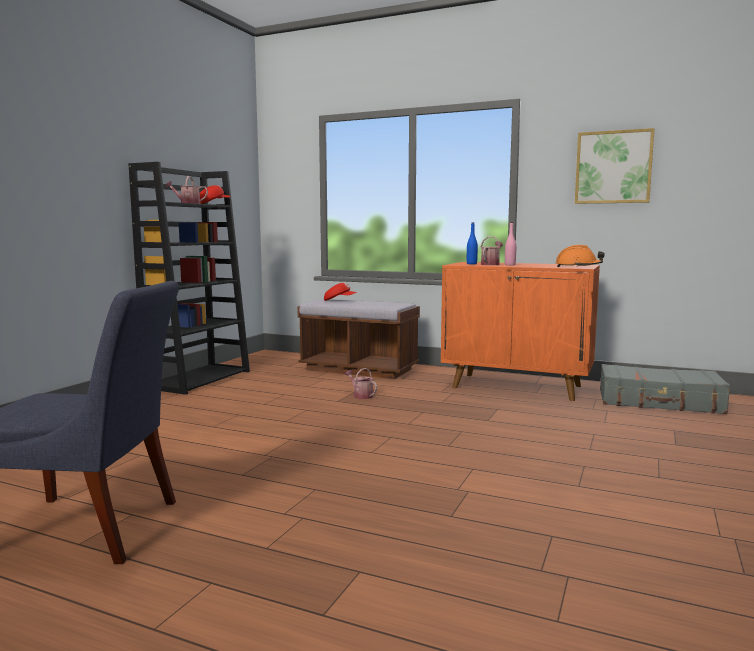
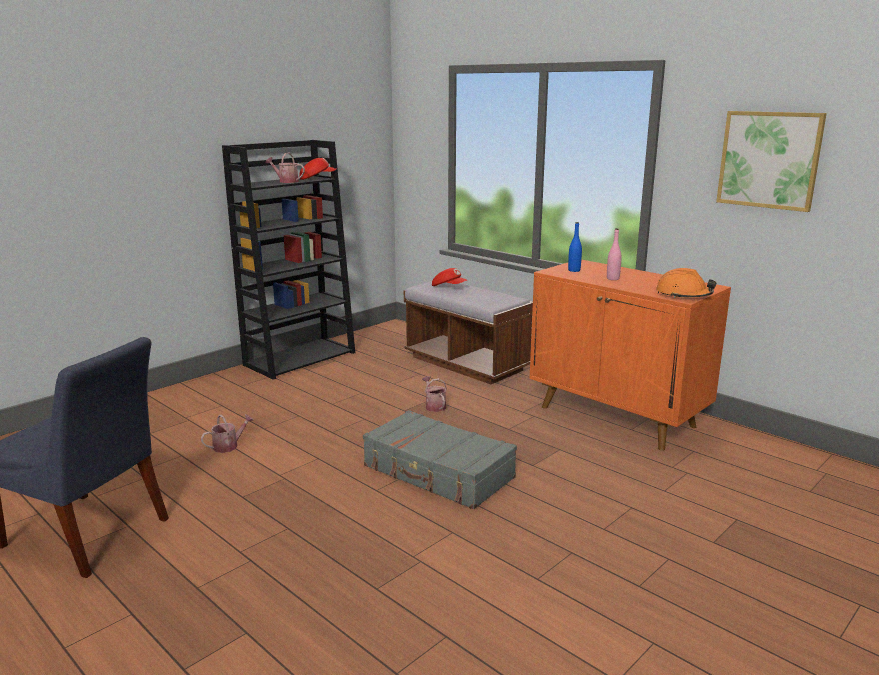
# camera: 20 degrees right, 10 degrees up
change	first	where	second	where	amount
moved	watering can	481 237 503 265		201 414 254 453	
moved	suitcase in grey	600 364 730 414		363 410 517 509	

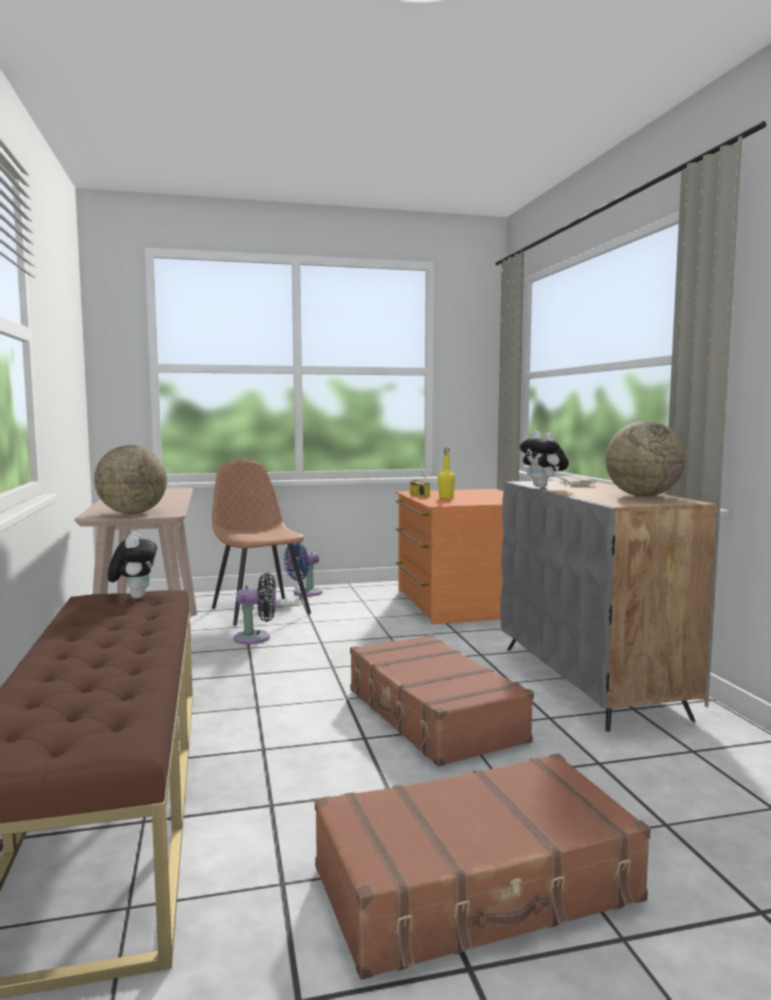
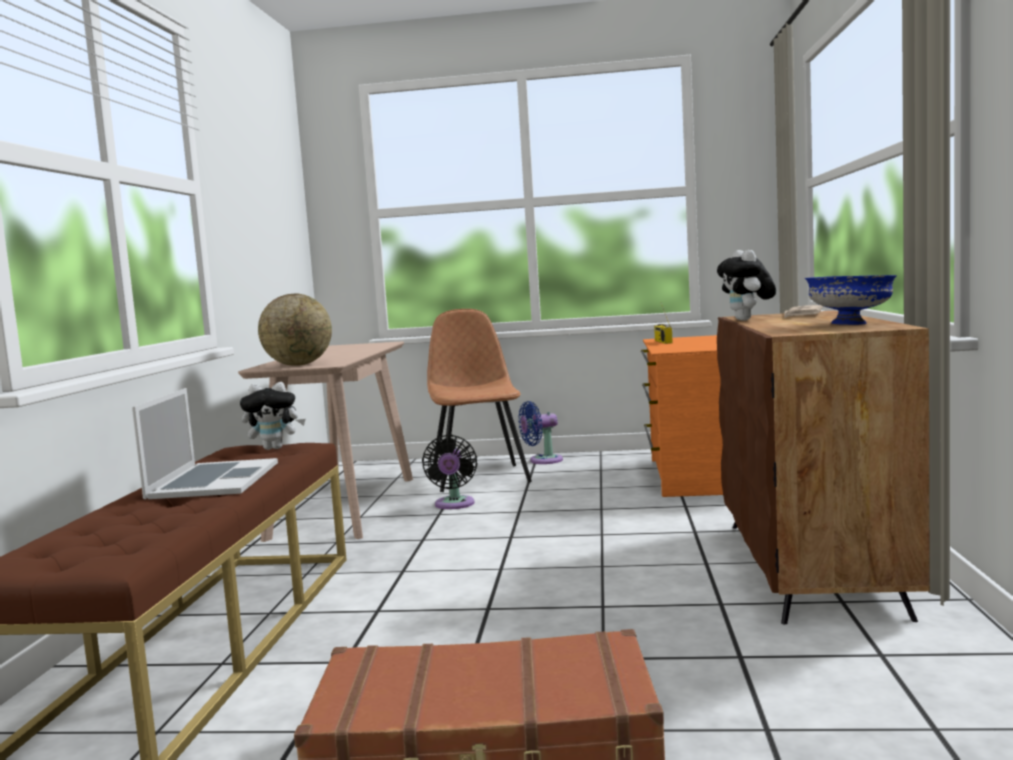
# camera: 20 degrees right, 0 degrees up
change	first	where	second	where	amount
replaced	globe	605 421 686 497	bowl in blue	805 275 897 325	
removed	bottle in yellow	438 448 455 498			
recoloured	cabinet in grey	500 480 716 732	cabinet in brown	717 311 930 624	
turned	plush toy	108 532 157 599		240 382 306 450	75 degrees clockwise
turned	fan in black	234 573 276 644		422 435 477 509	75 degrees clockwise
removed	suitcase in brown	350 634 534 767			
added			laptop	132 388 278 499	

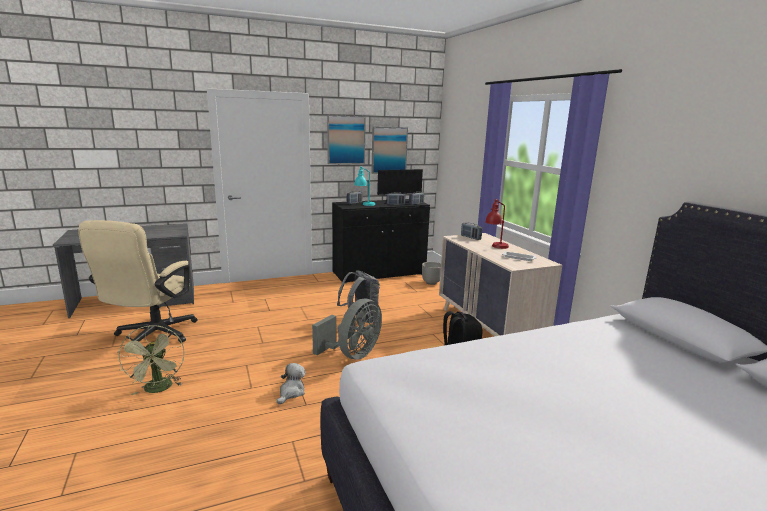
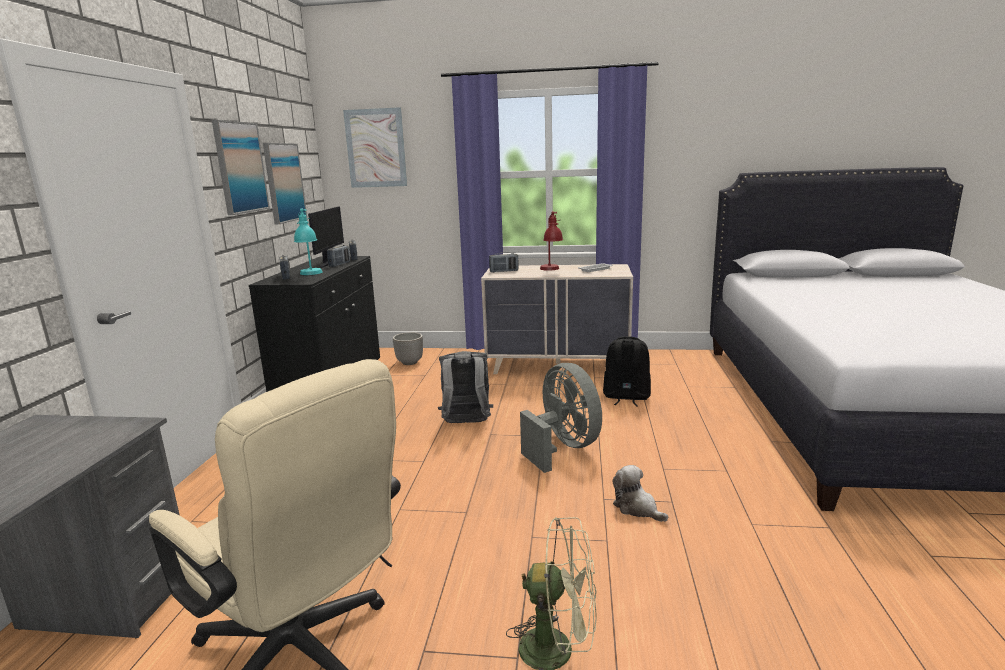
# camera: 60 degrees left, 0 degrees up
change	first	where	second	where	amount
added			picture	343 107 407 188	

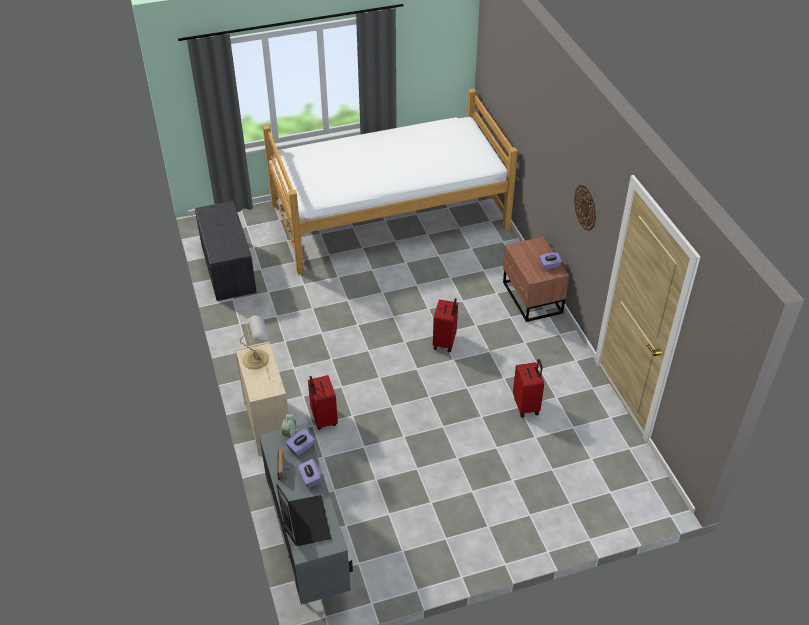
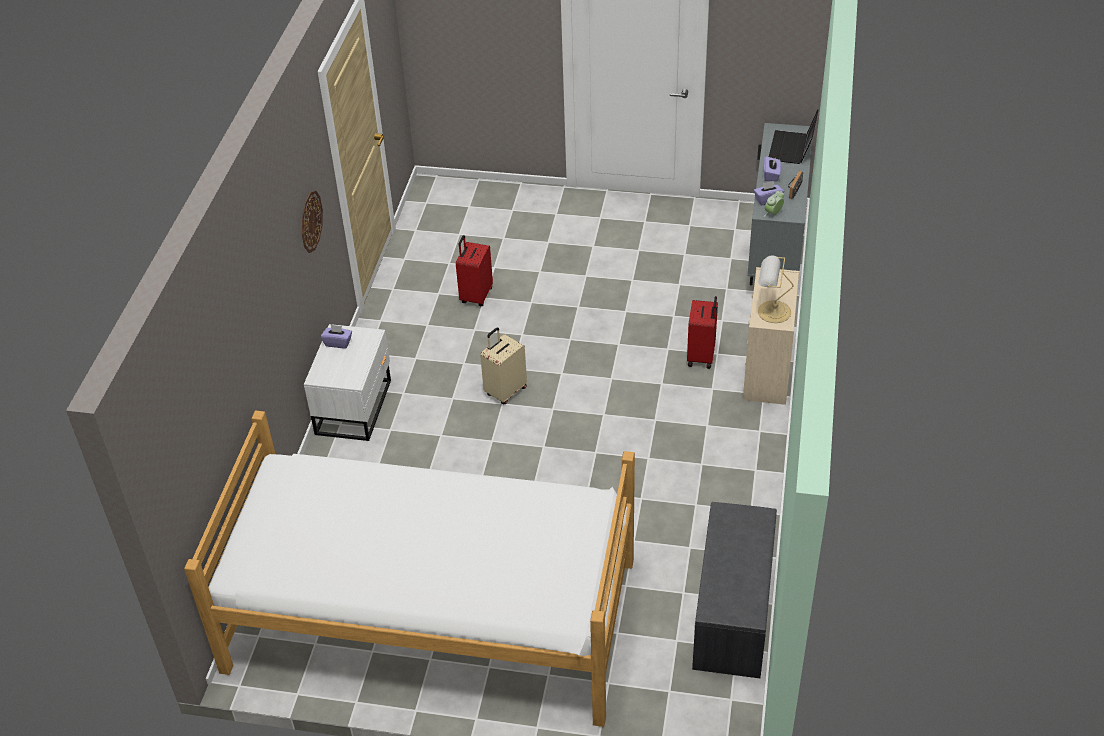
# camera: 150 degrees left, 0 degrees up
change	first	where	second	where	amount
recoloured	nightstand in brown	503 237 569 322	nightstand in white	304 324 391 441	
recoloured	suitcase in red	433 298 458 352	suitcase in beige	480 327 527 404	

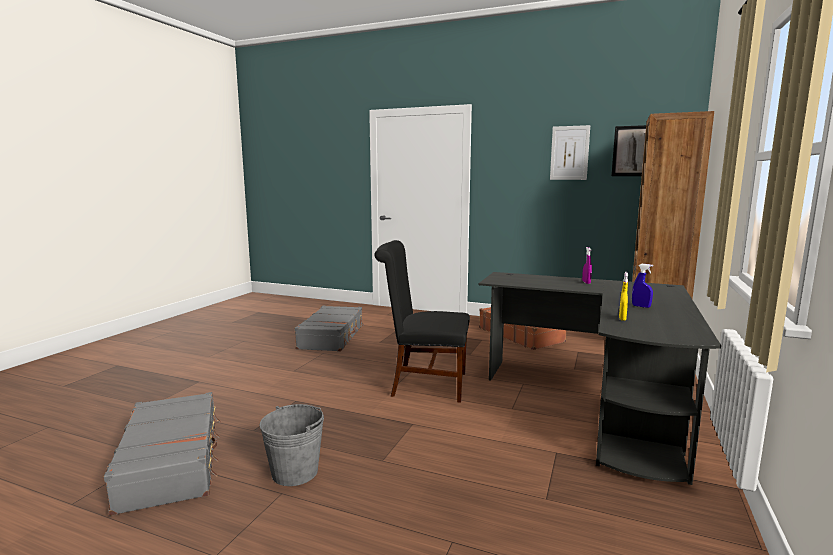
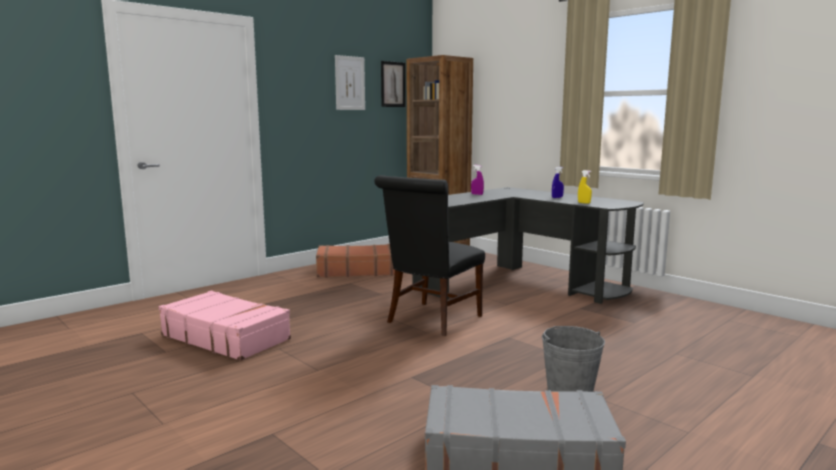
# camera: 65 degrees left, 0 degrees up
change	first	where	second	where	amount
recoloured	suitcase in grey	295 306 364 352	suitcase in pink	159 291 291 361	

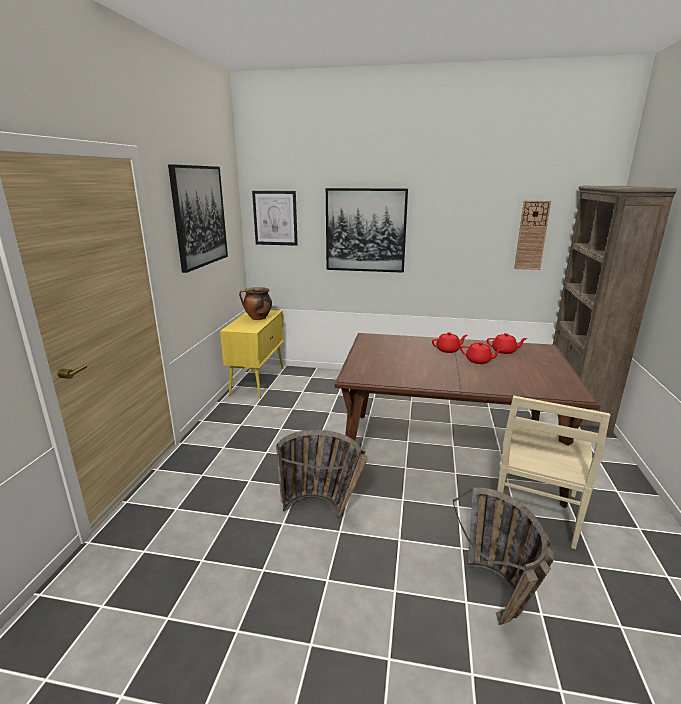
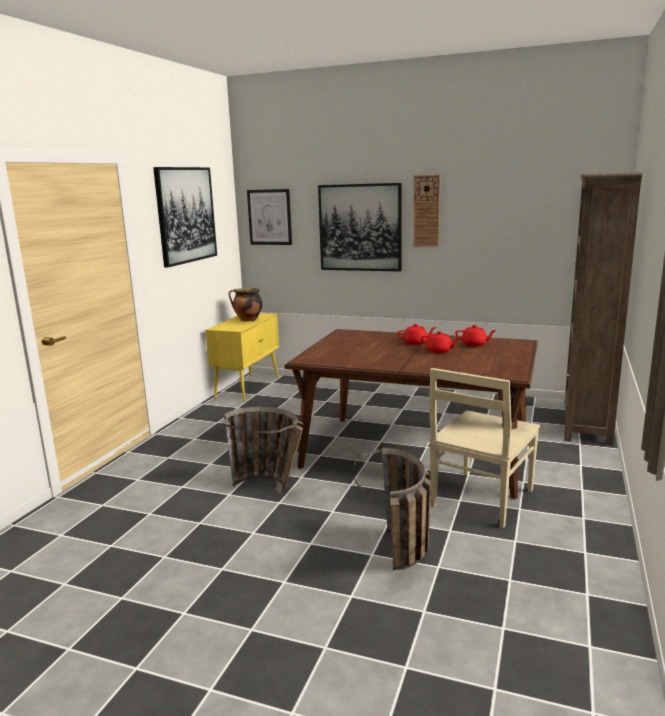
# camera: 10 degrees right, 5 degrees down
change	first	where	second	where	amount
moved	wall clock	514 201 551 270		413 175 440 247	

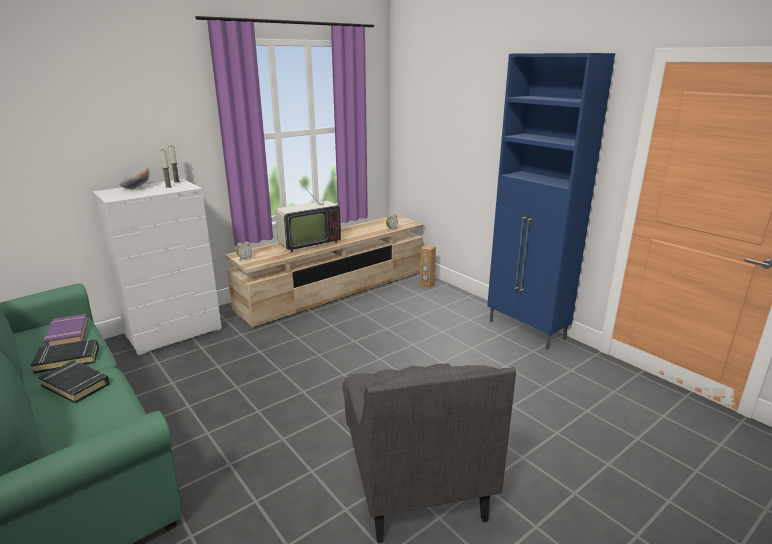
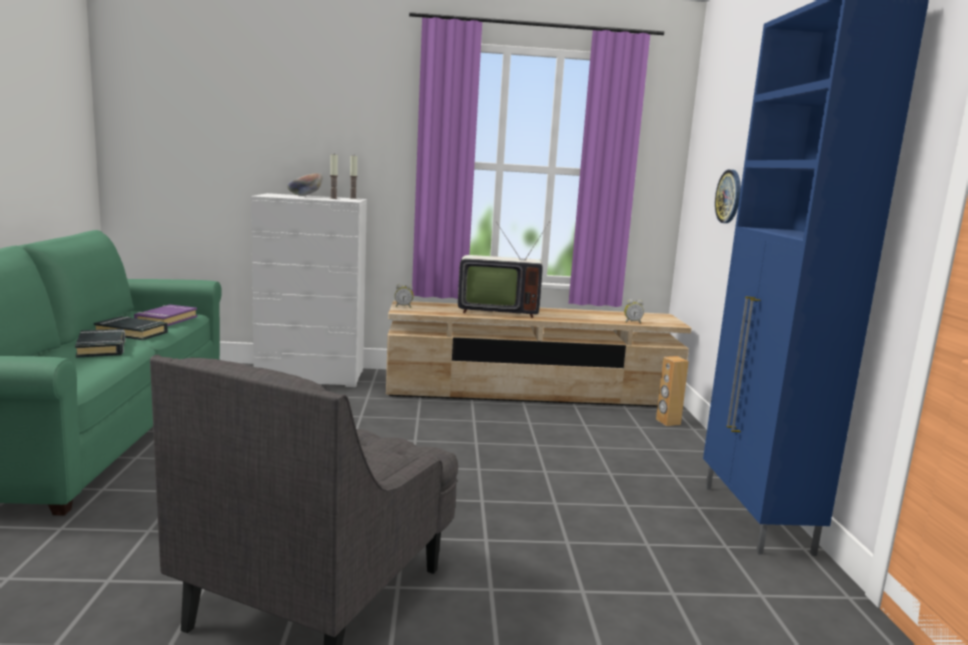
# camera: 35 degrees right, 10 degrees down
change	first	where	second	where	amount
added			wall clock	715 170 741 223	

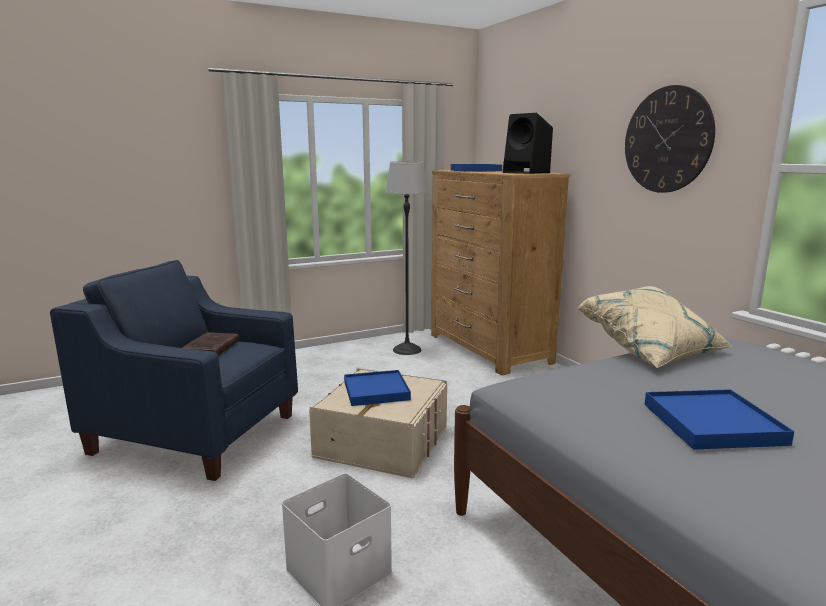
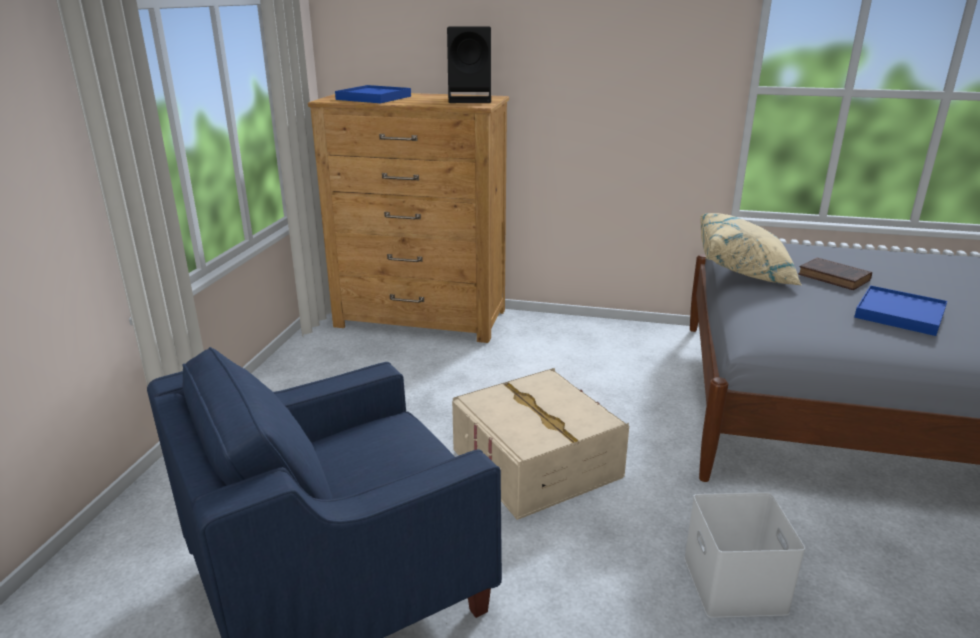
# camera: 50 degrees left, 10 degrees up
change	first	where	second	where	amount
removed	wall clock	625 85 715 193			
removed	floor lamp	385 162 428 355			
moved	book in brown	182 332 239 356		798 257 872 290	
removed	tray in blue	344 370 411 406			

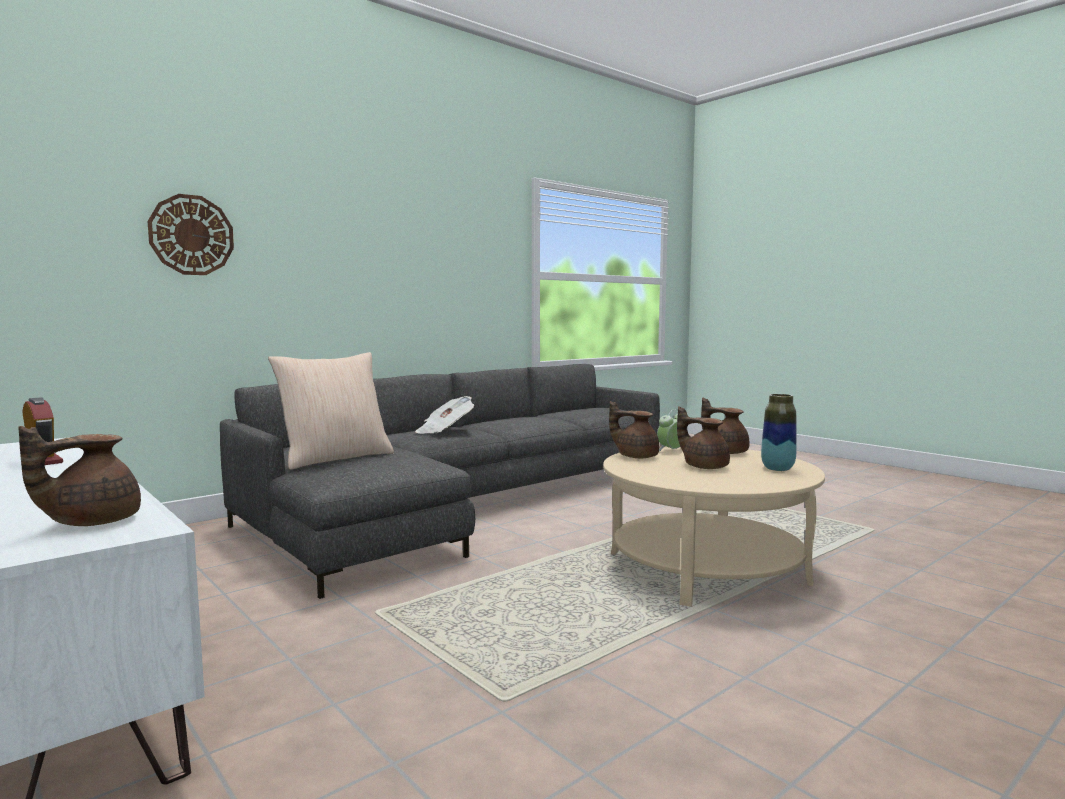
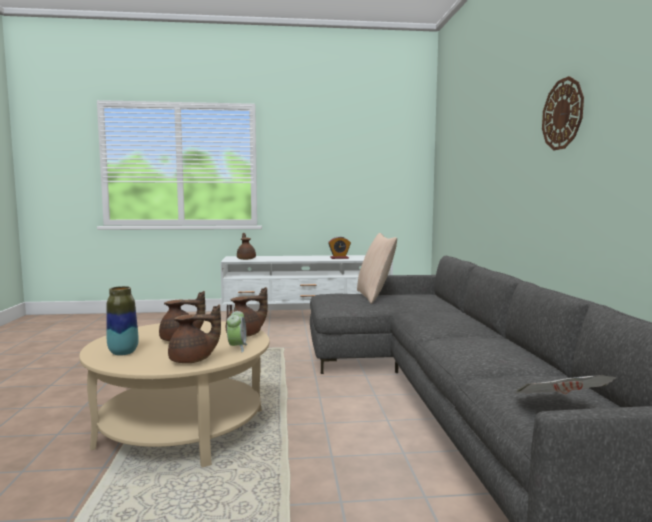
# camera: 125 degrees right, 0 degrees up
change	first	where	second	where	amount
moved	wall clock	148 194 234 275		542 76 584 150	
moved	newspaper	415 396 474 434		514 375 616 395	

